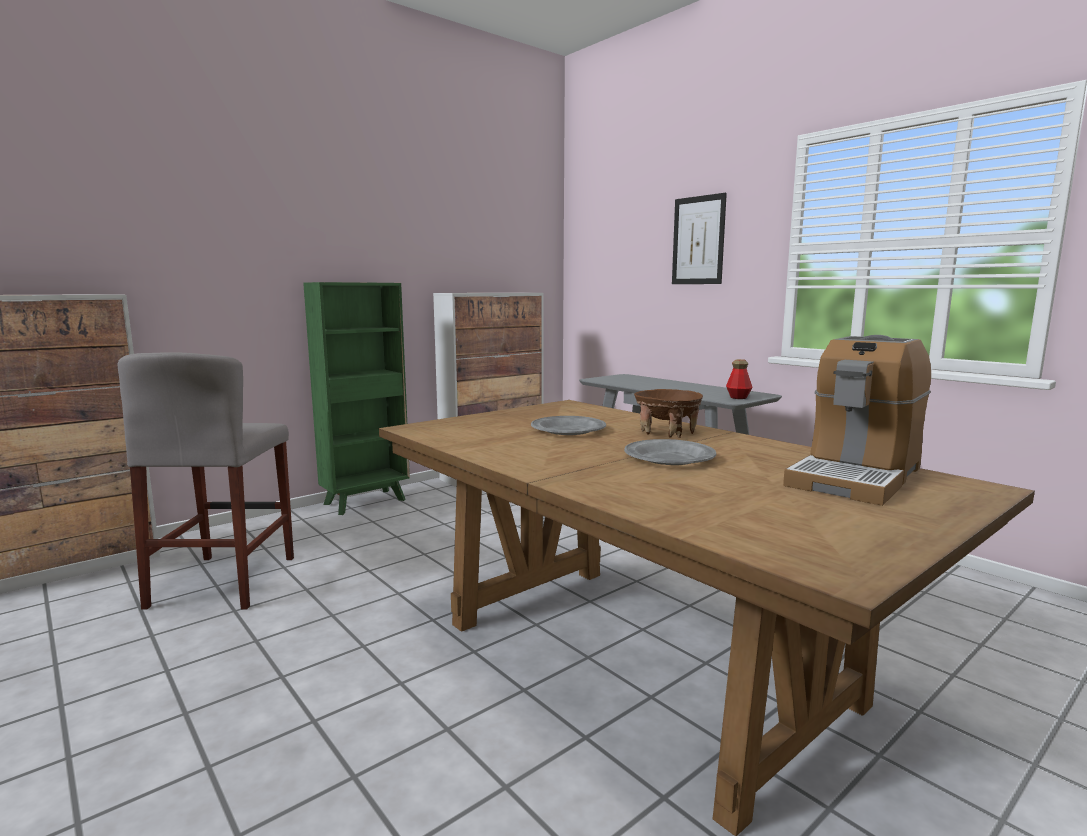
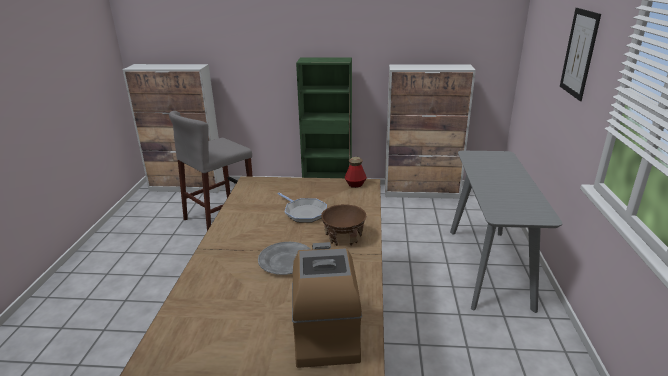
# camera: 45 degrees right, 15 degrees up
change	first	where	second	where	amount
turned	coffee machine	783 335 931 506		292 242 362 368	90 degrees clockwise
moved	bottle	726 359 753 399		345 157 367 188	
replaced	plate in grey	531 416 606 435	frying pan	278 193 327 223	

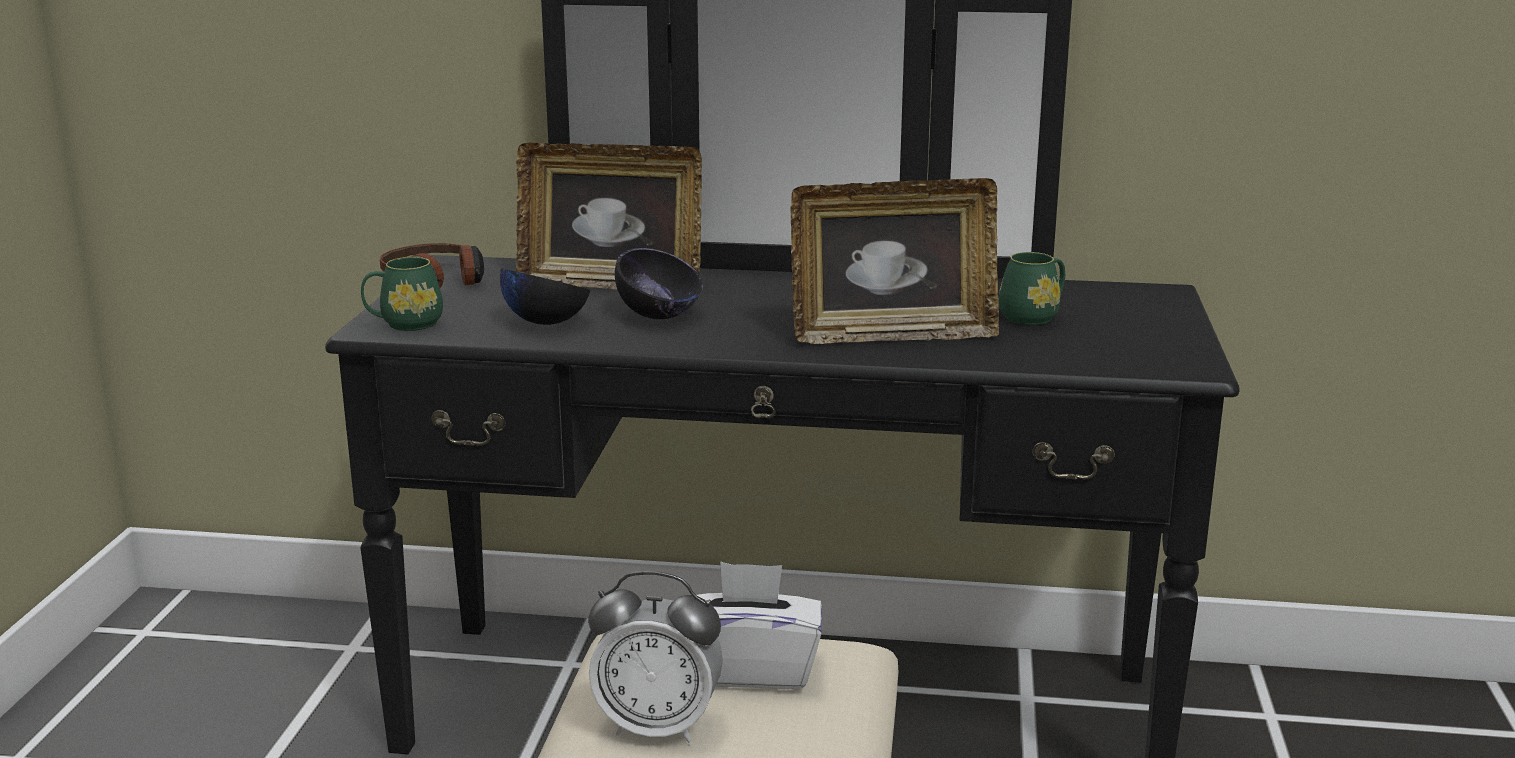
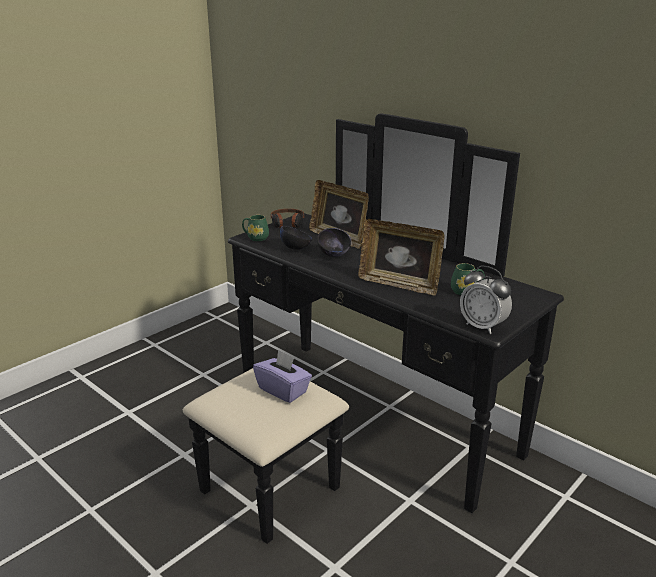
# camera: 35 degrees right, 5 degrees up
change	first	where	second	where	amount
recoloured	tissue box in white	697 562 822 689	tissue box in purple	253 350 312 403	
moved	alarm clock	588 571 723 743		460 266 512 334	

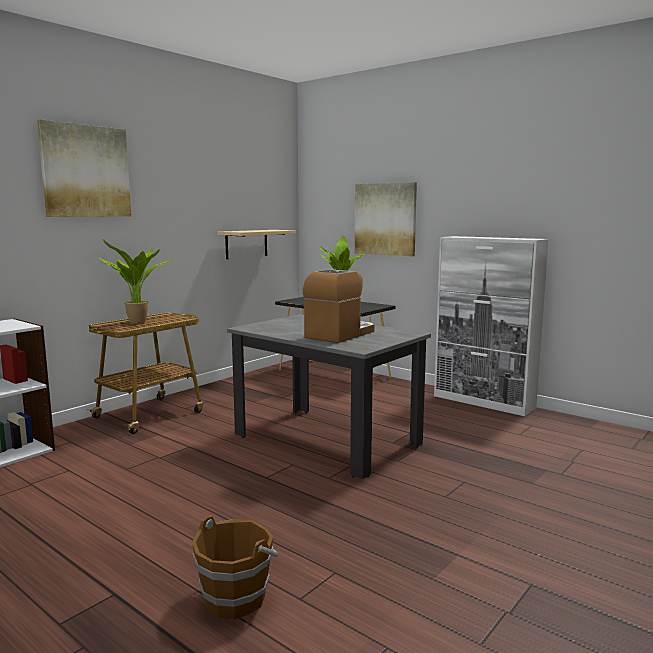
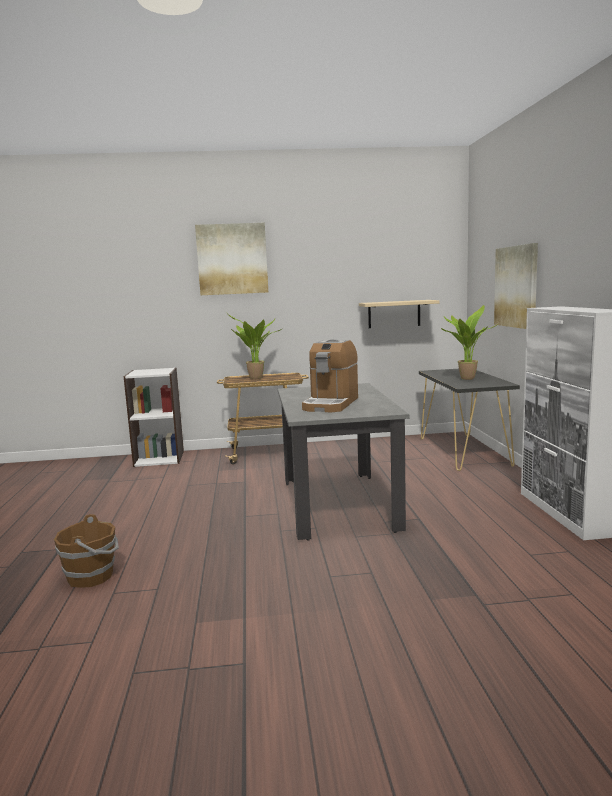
# camera: 45 degrees right, 0 degrees up
change	first	where	second	where	amount
turned	coffee machine	303 269 374 343		302 339 358 412	120 degrees clockwise

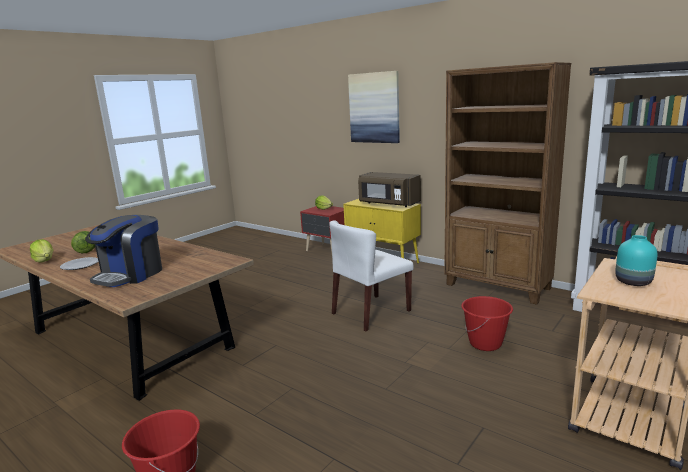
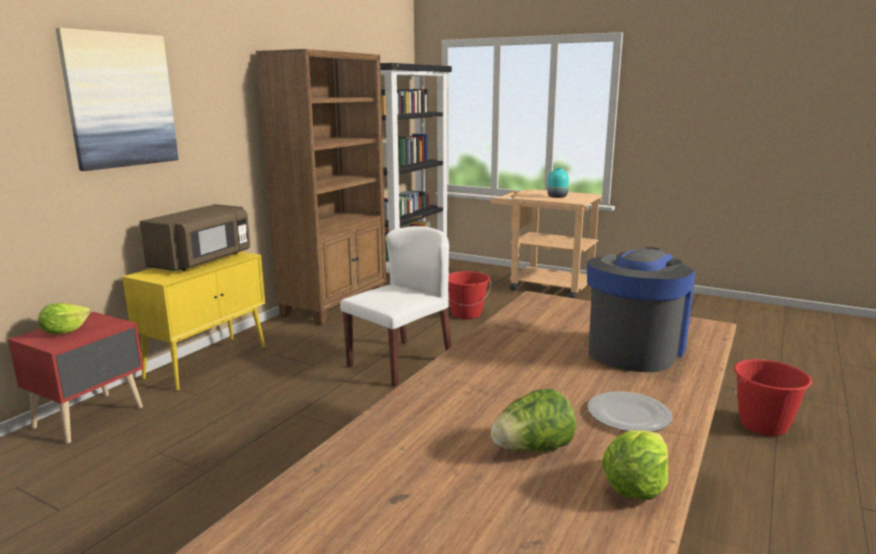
# camera: 100 degrees left, 0 degrees up
change	first	where	second	where	amount
turned	coffee machine	85 215 162 287		587 247 695 372	75 degrees counterclockwise
turned	chair in white	329 220 414 331		340 226 451 387	90 degrees counterclockwise

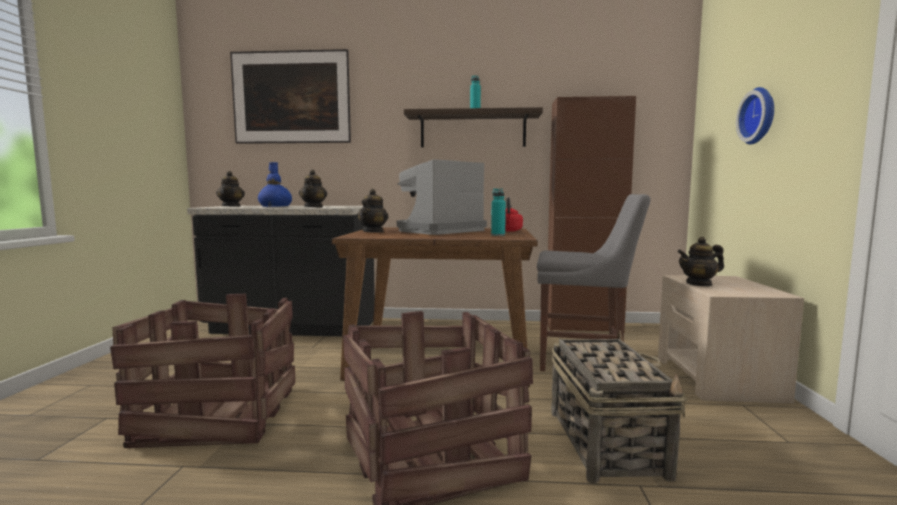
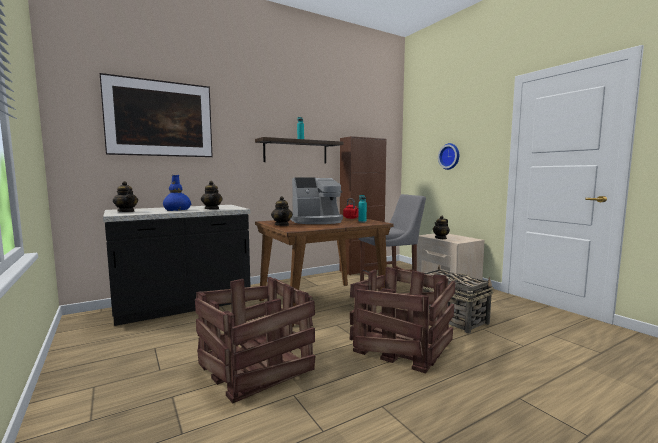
# camera: 35 degrees left, 0 degrees up
change	first	where	second	where	amount
turned	coffee machine	397 159 487 235		291 178 343 224	120 degrees counterclockwise

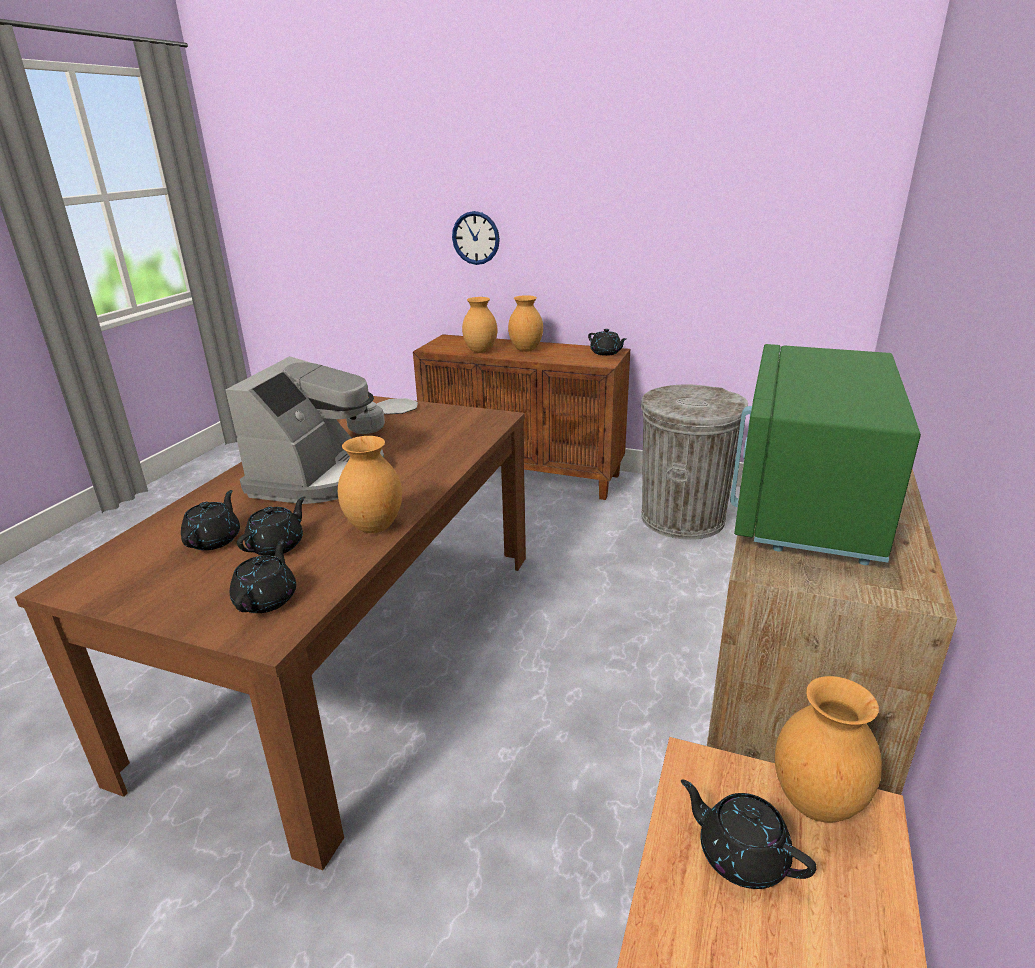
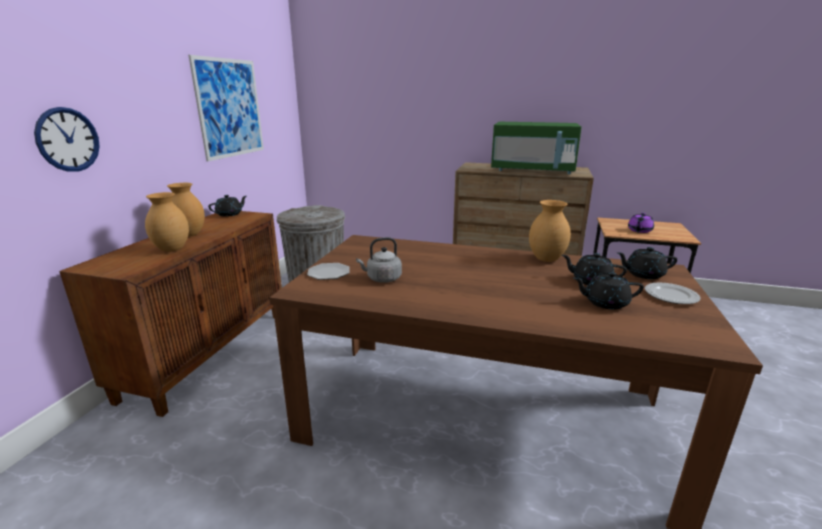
# camera: 95 degrees left, 5 degrees down
change	first	where	second	where	amount
removed	coffee machine	226 356 384 504			
removed	vase in brown	775 676 882 823			
recoloured	teapot in black	681 779 817 889	teapot in purple	628 213 654 233	
added			picture	188 55 264 161	
added			plate	645 283 701 304	

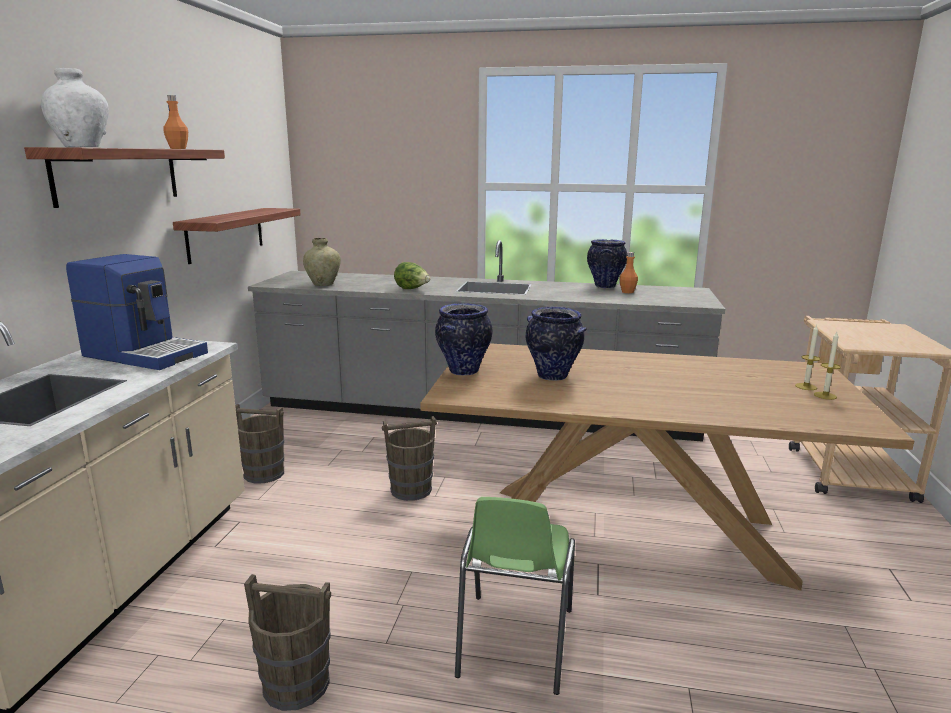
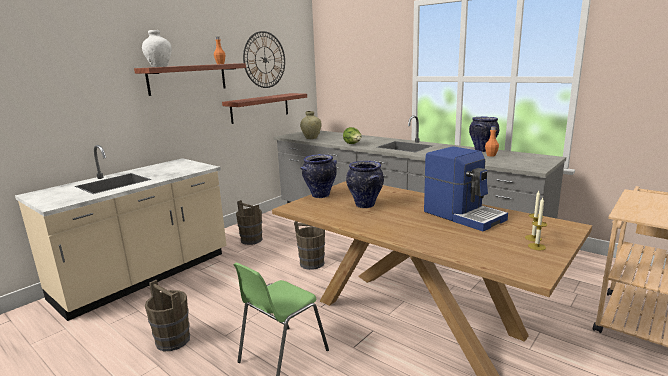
# camera: 30 degrees right, 0 degrees up
change	first	where	second	where	amount
moved	coffee machine	66 254 208 370		424 147 508 231	
added			wall clock	243 31 285 88	

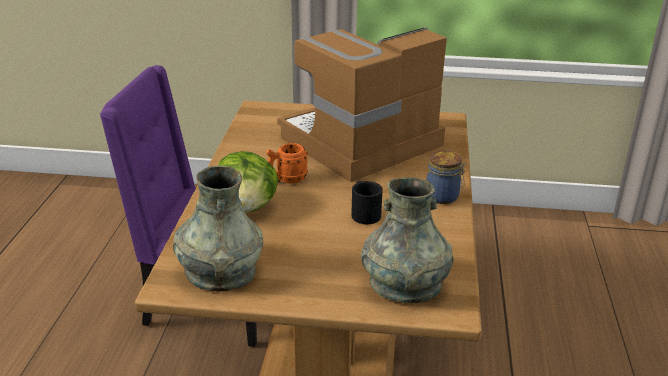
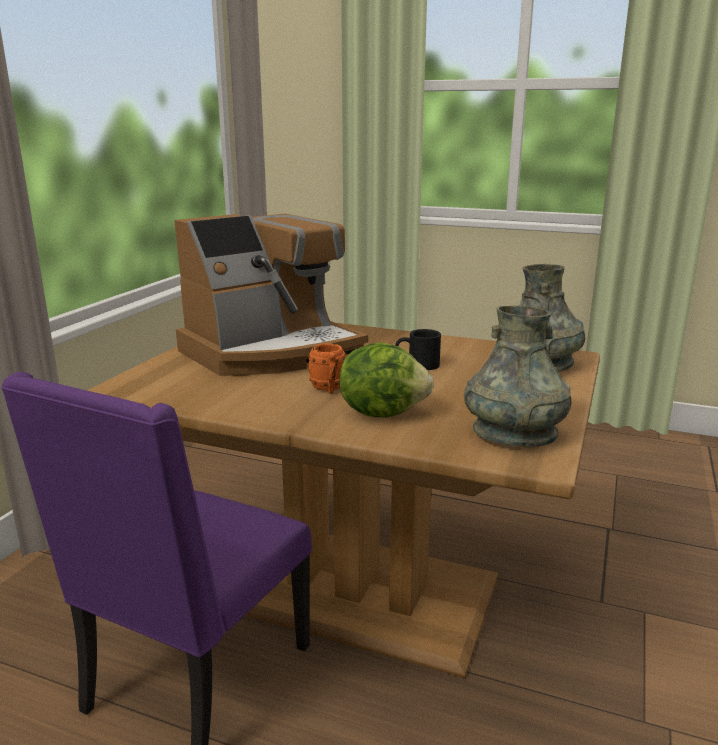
# camera: 75 degrees left, 10 degrees down
change	first	where	second	where	amount
turned	coffee machine	277 27 447 182		174 214 368 376	105 degrees counterclockwise
removed	jar	426 150 465 204			

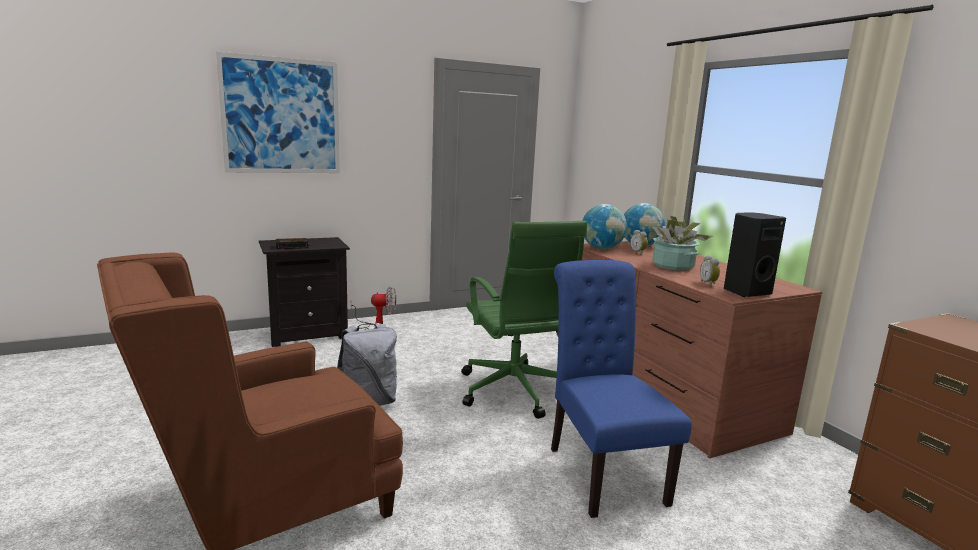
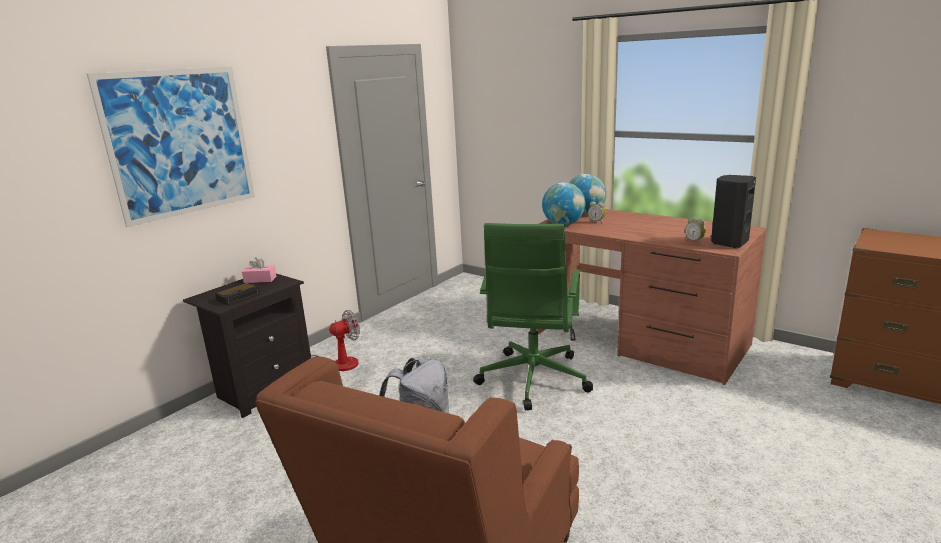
# camera: 25 degrees left, 5 degrees up
change	first	where	second	where	amount
removed	potted plant	653 215 713 270			
turned	office chair in green	461 221 587 419		473 223 593 410	60 degrees clockwise
removed	chair in blue	551 260 692 518			
added			tissue box in pink	242 257 276 283	

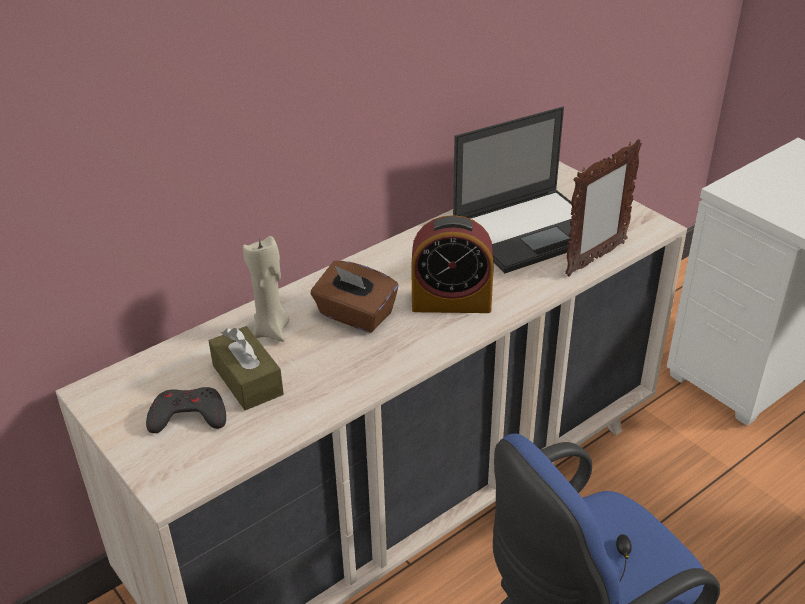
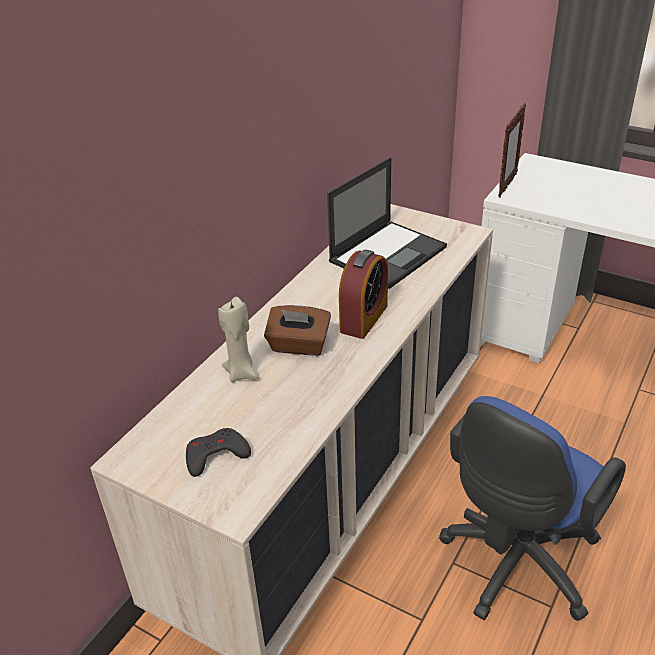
# camera: 20 degrees left, 0 degrees up
change	first	where	second	where	amount
moved	picture frame	565 139 642 277		498 103 526 198	
turned	alarm clock	411 215 494 313		339 249 388 339	45 degrees counterclockwise
removed	tissue box in brown	209 326 284 410			

